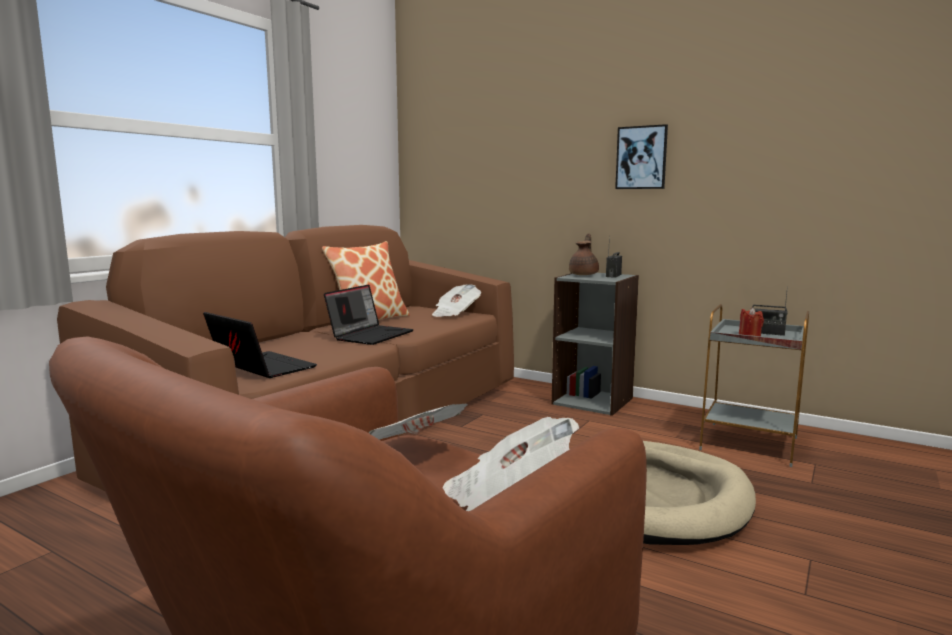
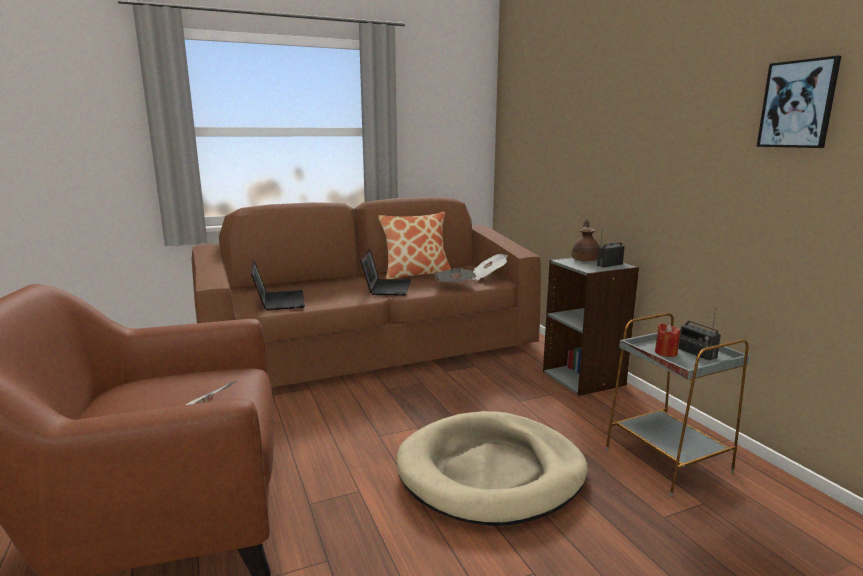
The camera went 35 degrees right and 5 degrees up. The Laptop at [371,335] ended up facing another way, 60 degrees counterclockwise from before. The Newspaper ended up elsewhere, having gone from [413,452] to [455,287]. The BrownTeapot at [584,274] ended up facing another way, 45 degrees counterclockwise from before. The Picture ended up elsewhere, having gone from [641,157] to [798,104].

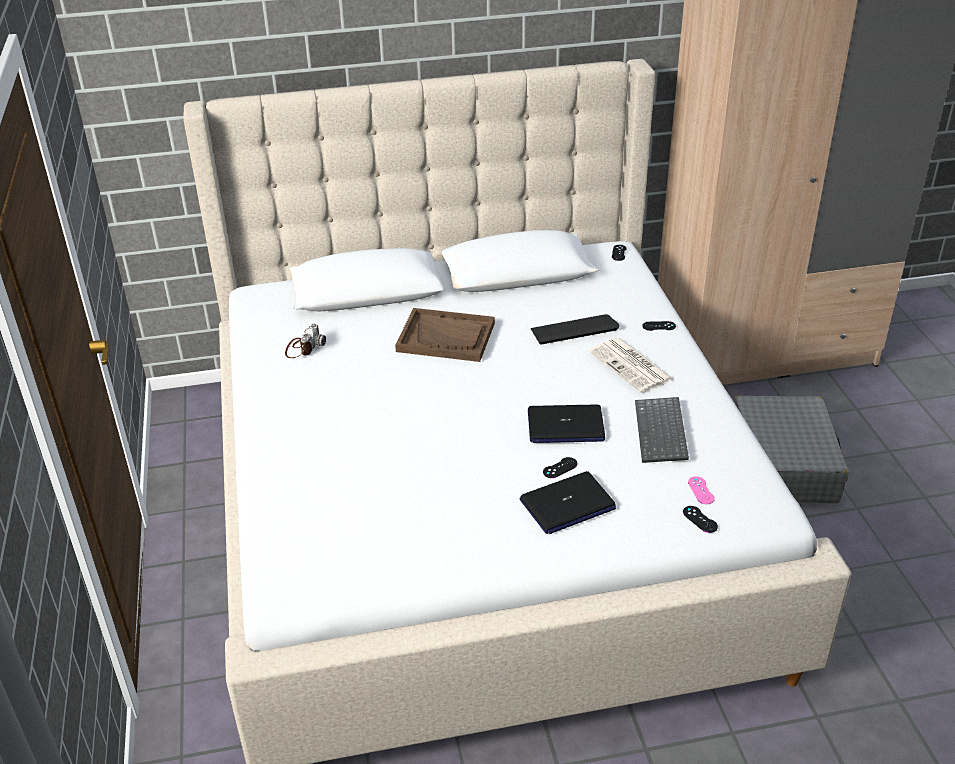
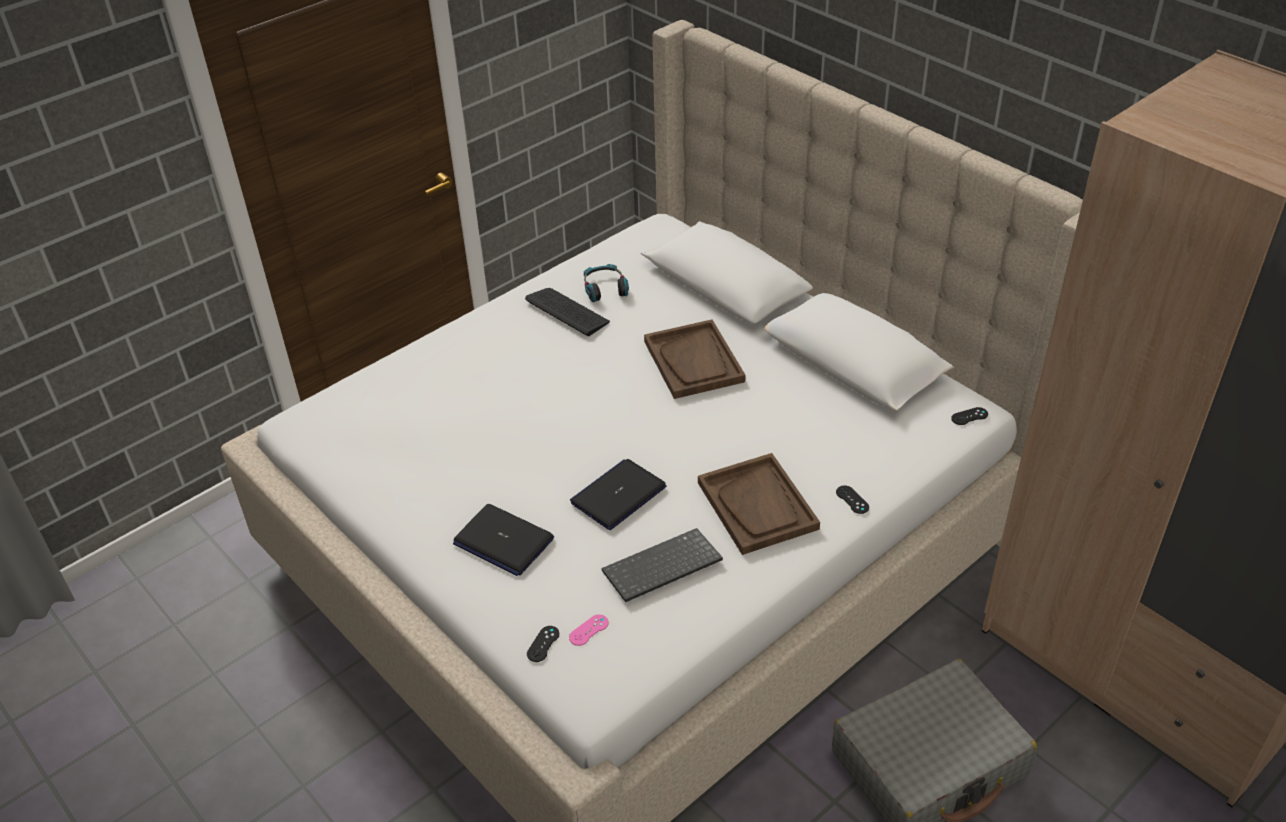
The camera went 60 degrees right and 5 degrees up. The Keyboard ended up elsewhere, having gone from [574,330] to [567,312]. The Laptop at [565,426] ended up facing another way, 75 degrees clockwise from before. Where the PhotoCamera stood at [303,347], the Headphones came to stand at [605,288]. Where the Newspaper stood at [632,366], the BrownTray came to stand at [757,506]. The second view lost the BlackGameController at [560,468].

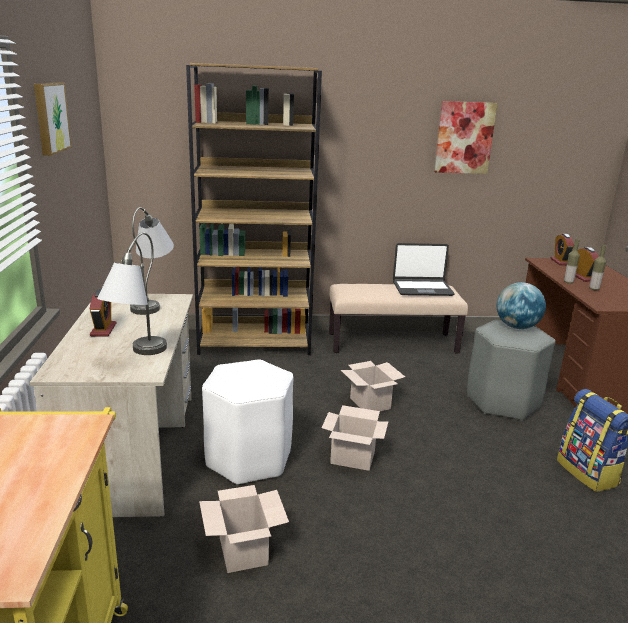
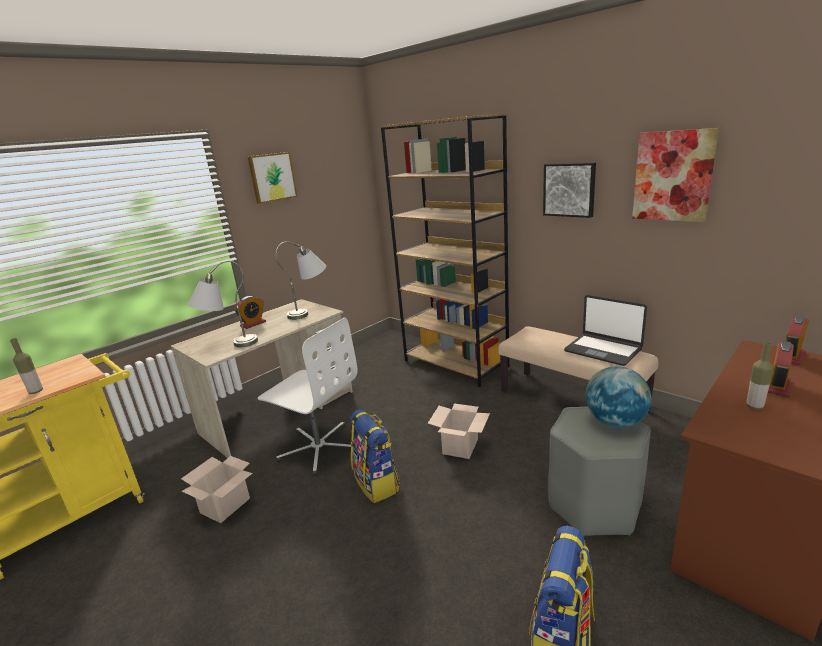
The camera went 50 degrees right and 0 degrees up. The Bottle ended up elsewhere, having gone from [568,282] to [36,391]. Where the WhiteStool stood at [249,459], the WhiteOfficeChair came to stand at [319,448]. Where the CardboardBox stood at [354,457], the Backpack came to stand at [377,483]. The second view gained the Picture at [569,189].

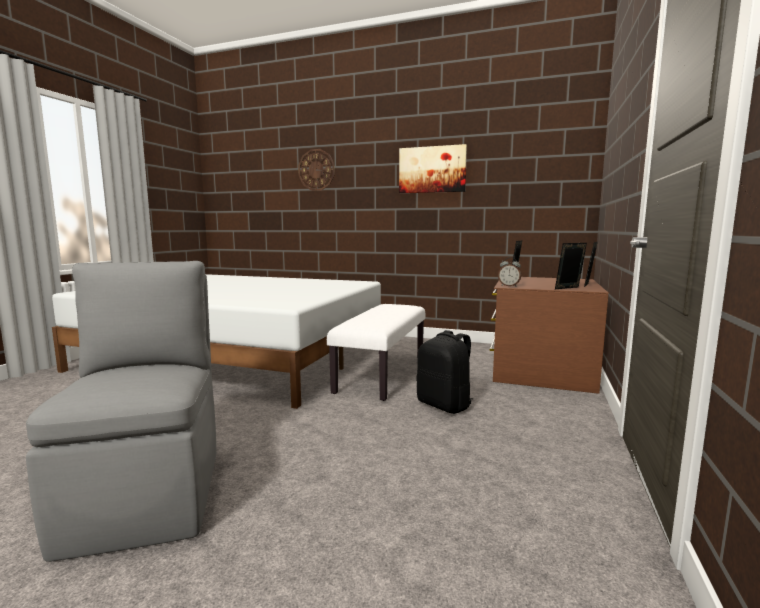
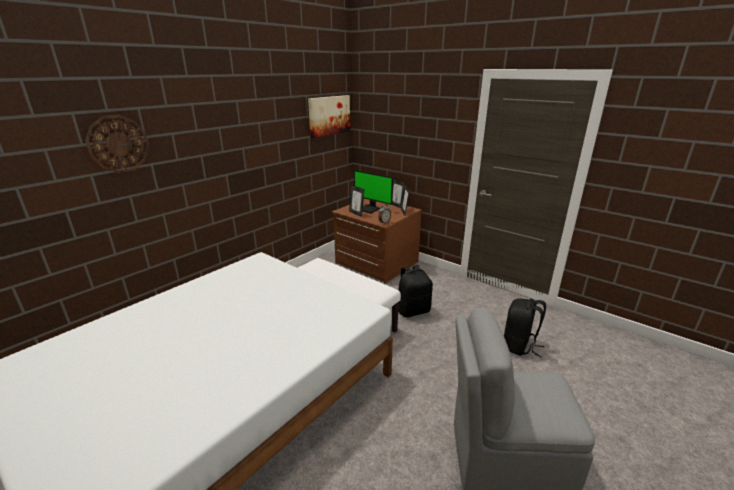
The camera went 70 degrees left and 15 degrees up. The Picture ended up elsewhere, having gone from [432,169] to [329,115]. The second view gained the Monitor at [369,209]. The second view gained the BlackBackpack at [519,345].

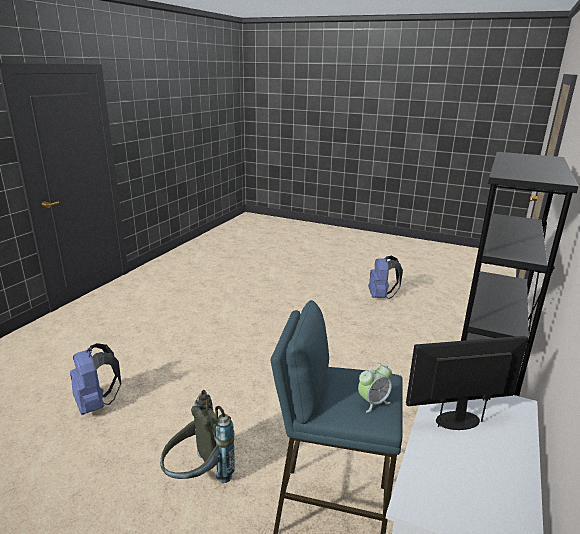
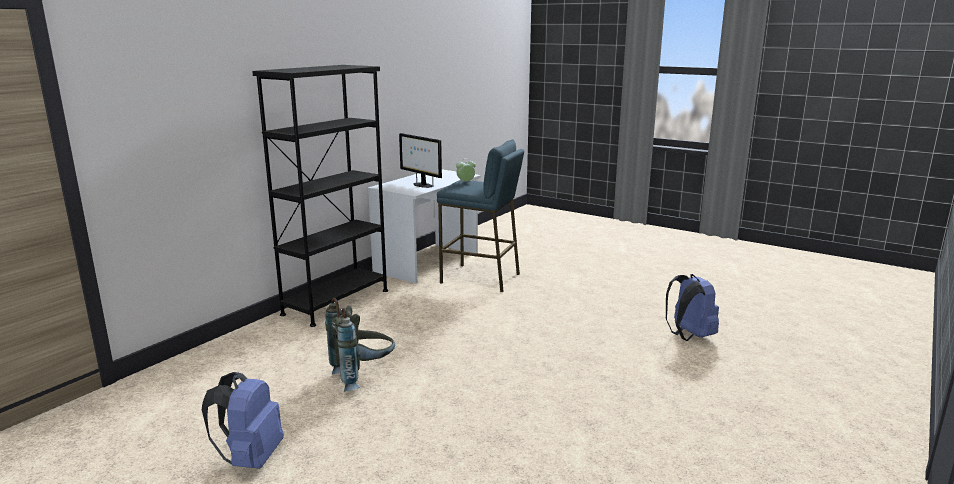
The camera went 170 degrees left and 5 degrees down. The GreyBackpack ended up elsewhere, having gone from [198,477] to [363,377]. The Monitor at [458,420] ended up facing another way, 45 degrees clockwise from before.

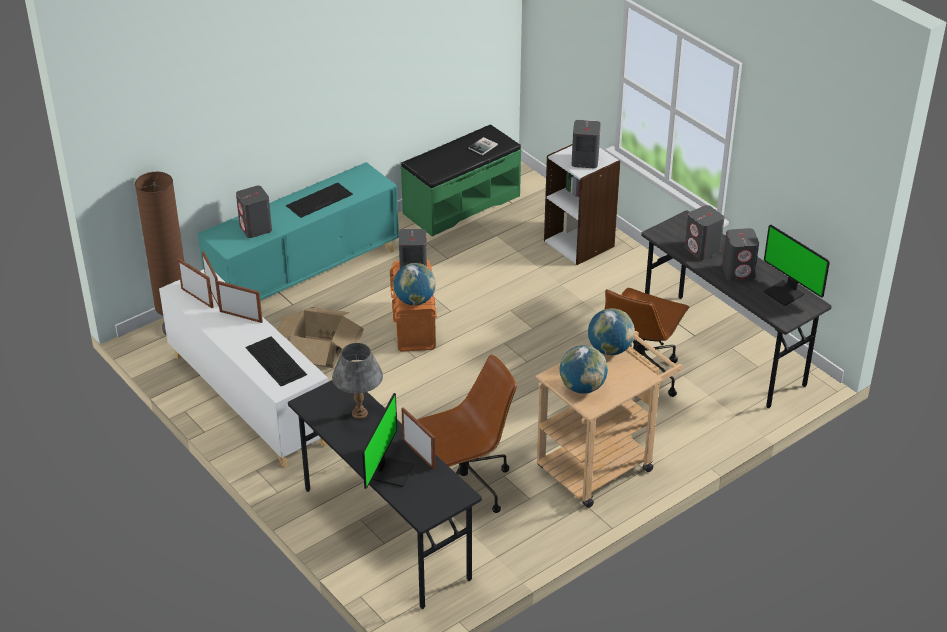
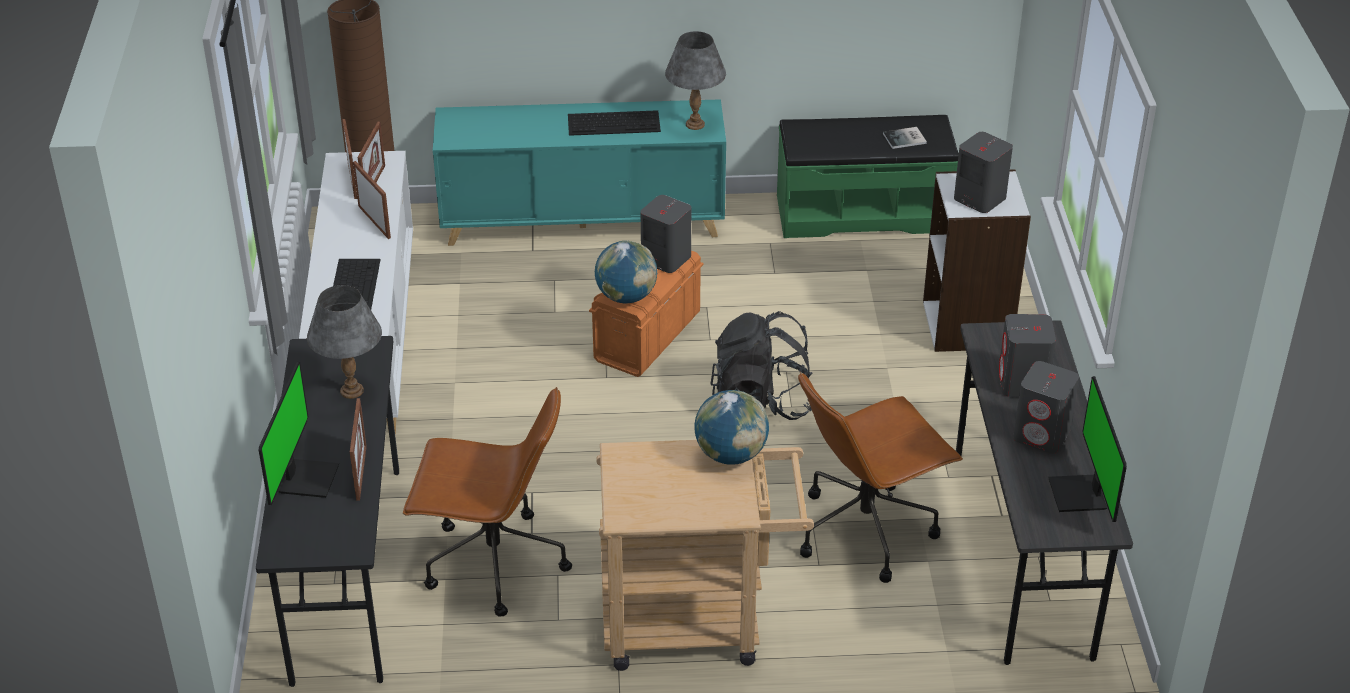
The camera went 35 degrees right and 0 degrees up. The Monitor at [391,472] ended up facing another way, 45 degrees counterclockwise from before. The second view gained the GreyTableLamp at [695,124]. The second view gained the BlackBackpack at [762,401]. The second view lost the GreySpeaker at [256,229]. The second view lost the CardboardBox at [319,351]. The second view lost the Globe at [582,387].

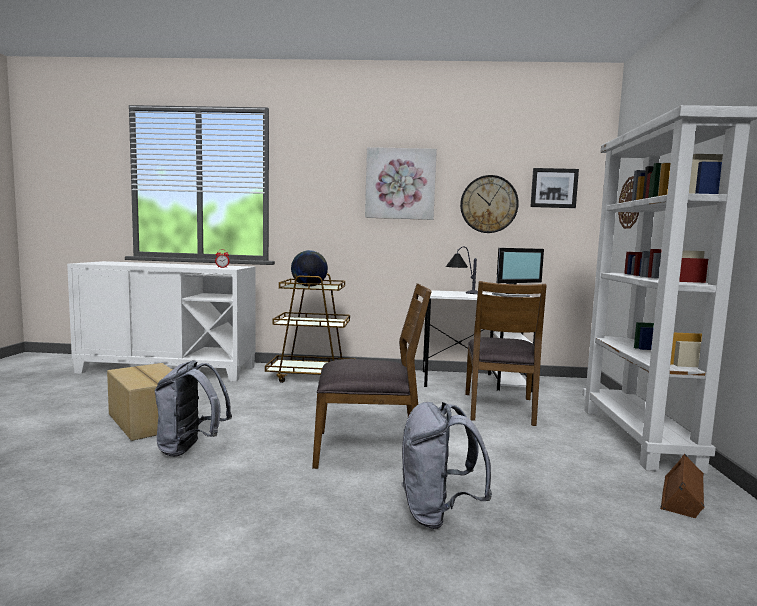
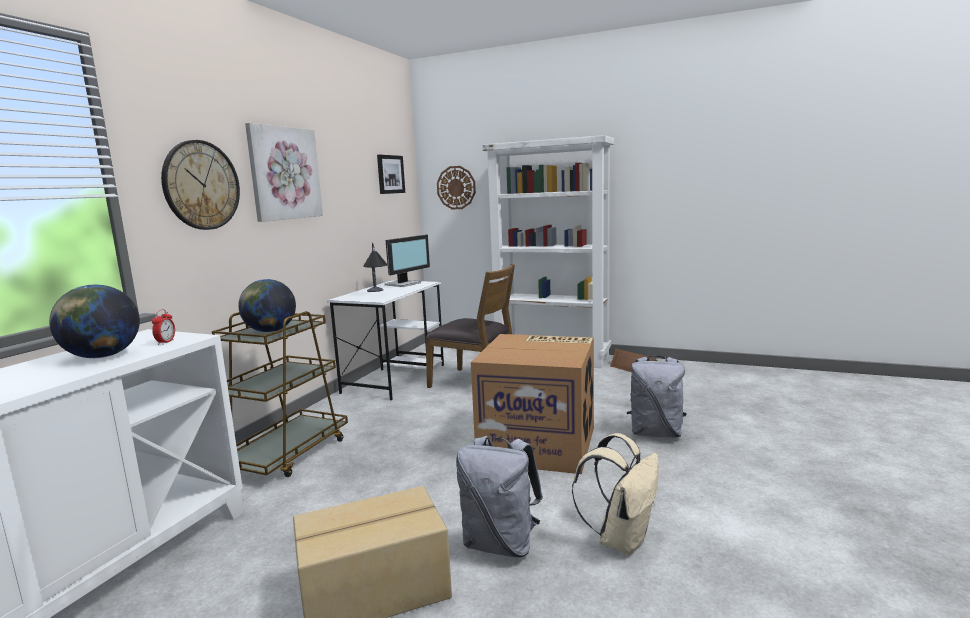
The camera went 70 degrees left and 5 degrees up. The second view gained the Globe at [102,356]. The WallClock ended up elsewhere, having gone from [489,204] to [201,185]. The Monitor at [512,295] ended up facing another way, 45 degrees clockwise from before. Where the BrownChair stood at [368,449], the CardboardBox came to stand at [540,443]. The second view gained the BeigeBackpack at [621,539].

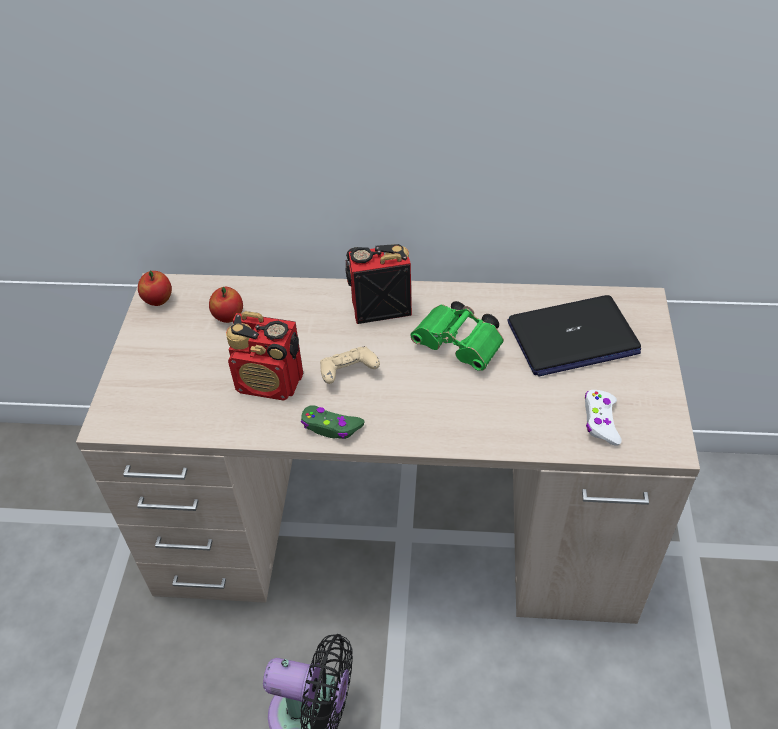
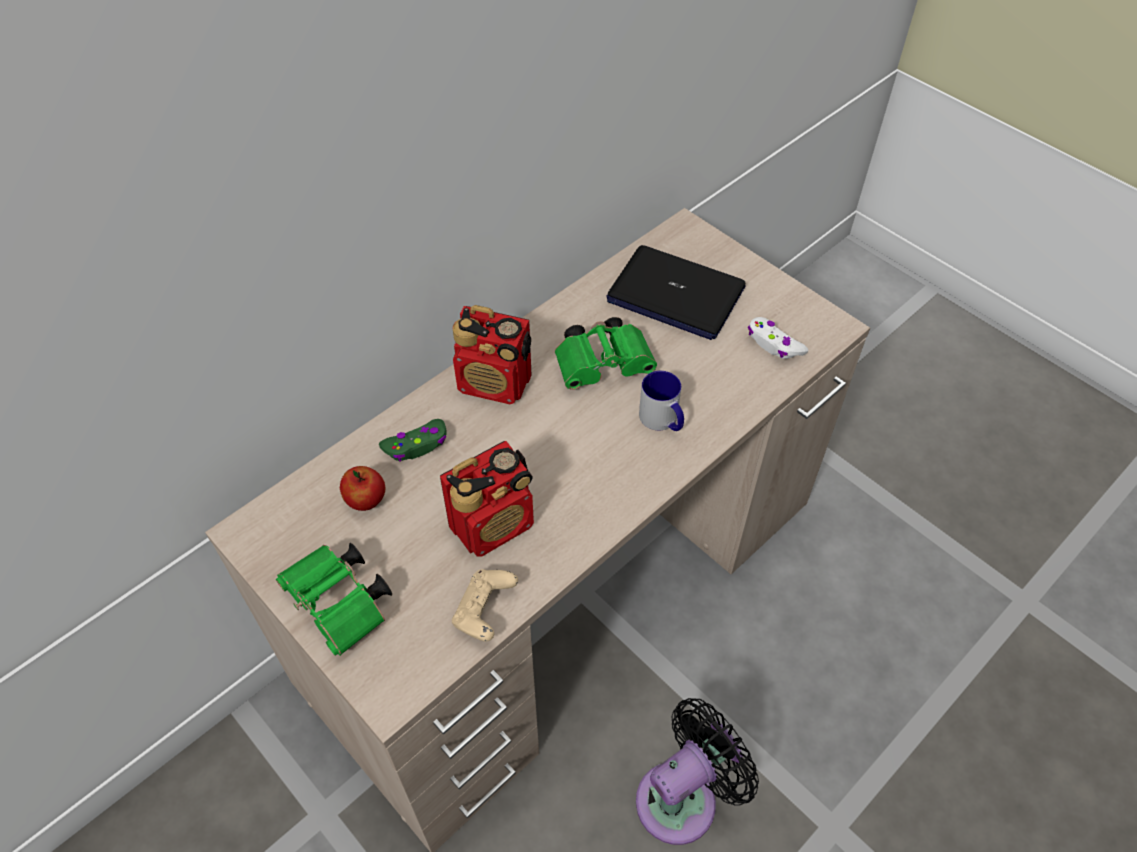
The camera went 50 degrees left and 5 degrees up. The second view gained the GreenBinoculars at [341,606]. The GreenGameController ended up elsewhere, having gone from [331,427] to [416,445]. The BeigeGameController ended up elsewhere, having gone from [348,373] to [484,611]. The Radio at [379,308] ended up facing another way, 105 degrees counterclockwise from before. The Laptop at [572,338] ended up facing another way, 90 degrees clockwise from before. The second view gained the Mug at [662,420]. The second view lost the Apple at [158,300].

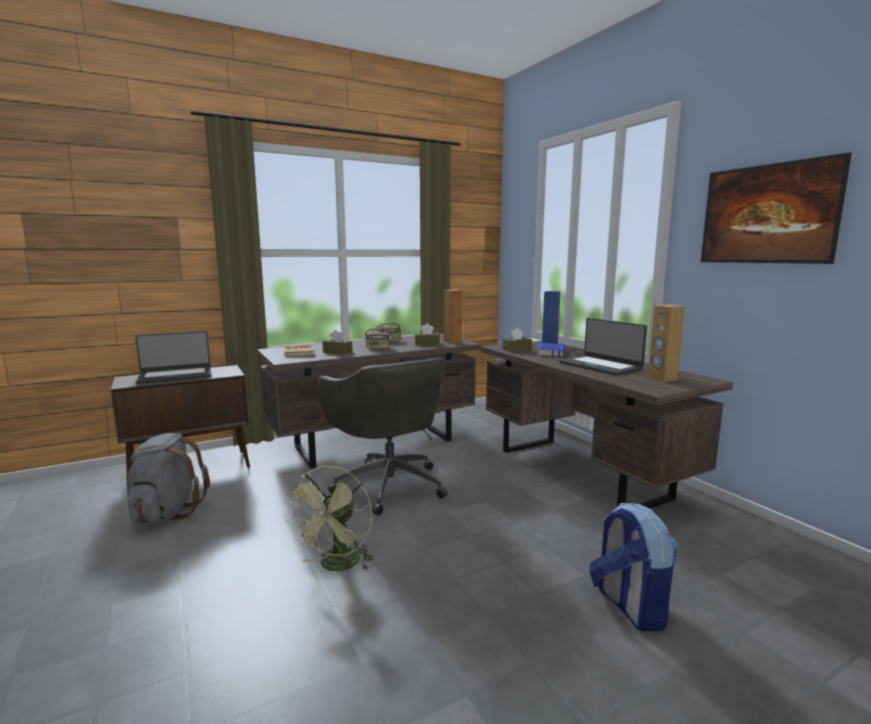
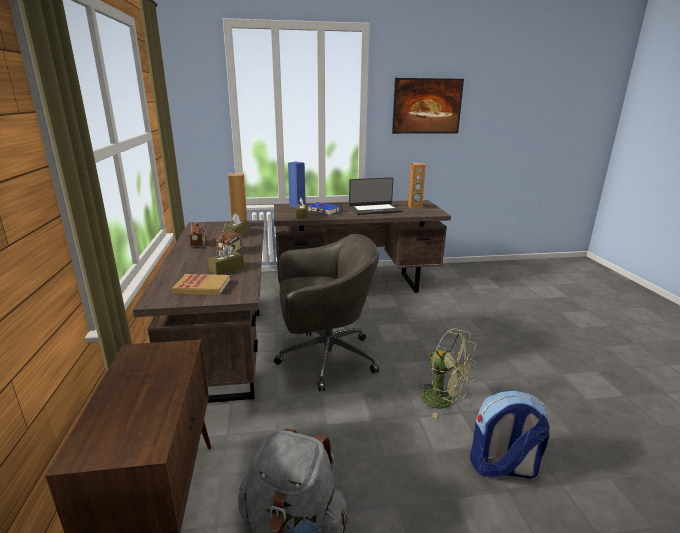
The camera went 70 degrees left and 10 degrees up. The Backpack ended up elsewhere, having gone from [629,606] to [502,468]. The second view lost the Laptop at [175,376].

